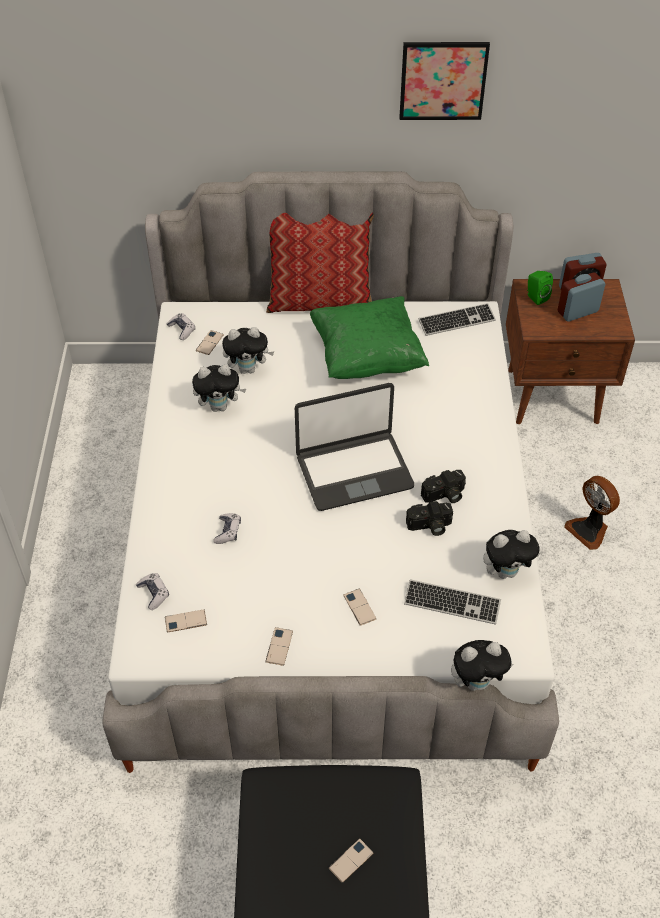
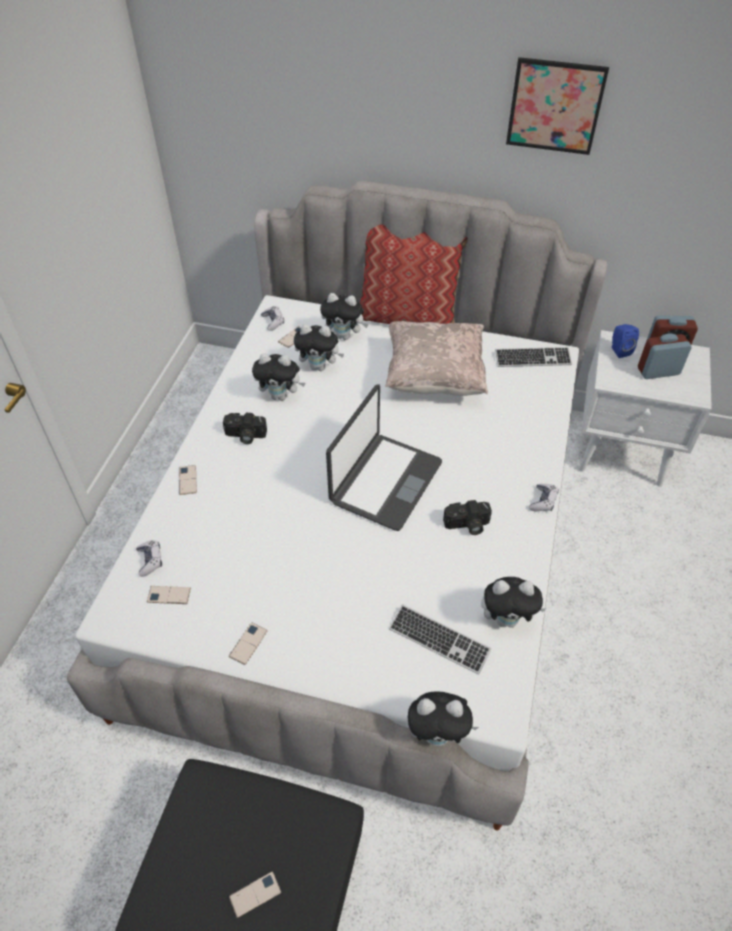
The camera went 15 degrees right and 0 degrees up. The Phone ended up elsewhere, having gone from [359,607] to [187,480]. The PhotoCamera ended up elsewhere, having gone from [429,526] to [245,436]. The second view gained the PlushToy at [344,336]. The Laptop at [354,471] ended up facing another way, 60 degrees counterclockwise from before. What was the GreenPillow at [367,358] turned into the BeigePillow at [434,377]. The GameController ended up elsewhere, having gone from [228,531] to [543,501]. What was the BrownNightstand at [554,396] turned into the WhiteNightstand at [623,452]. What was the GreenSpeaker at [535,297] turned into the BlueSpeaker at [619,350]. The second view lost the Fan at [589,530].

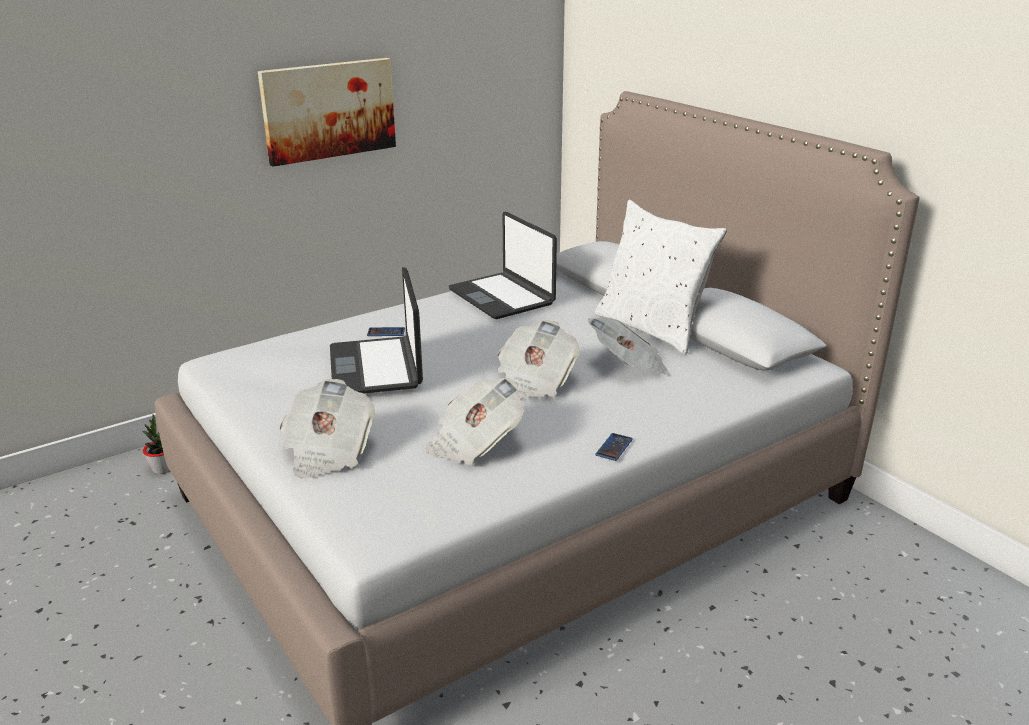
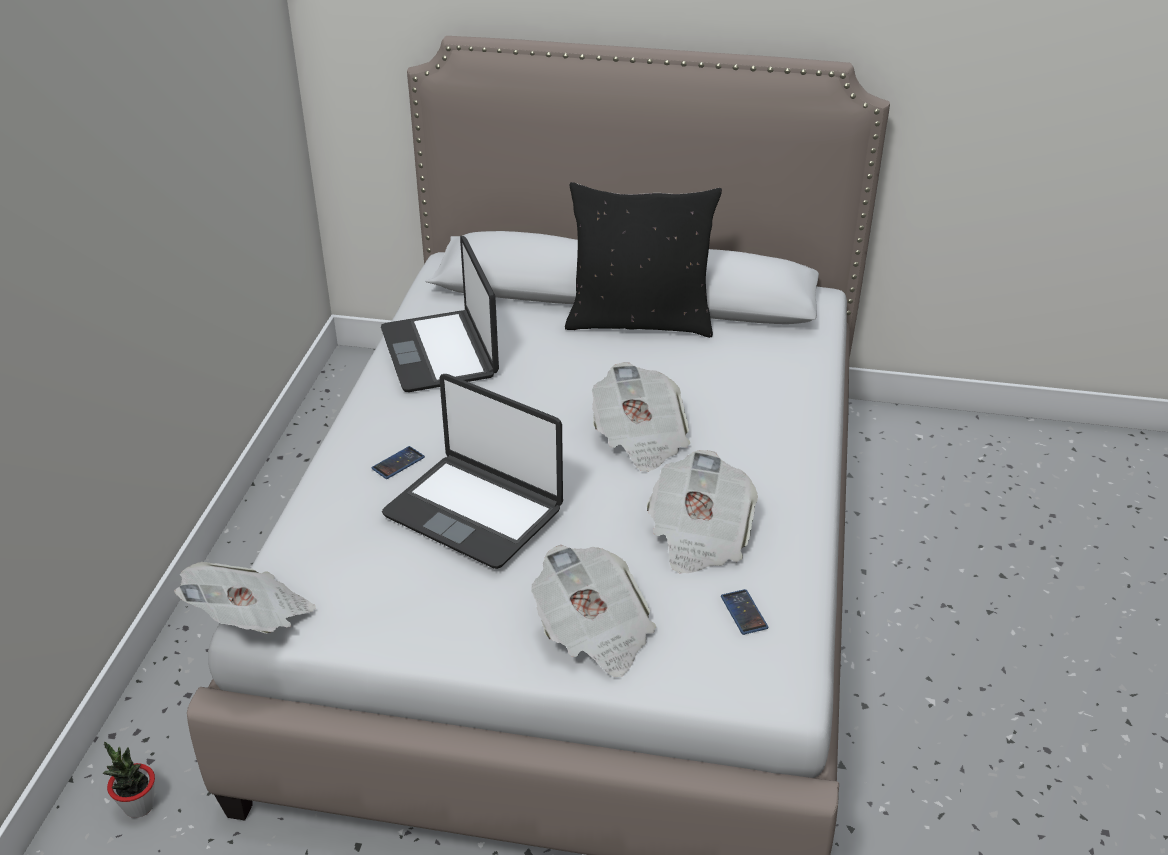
The camera went 45 degrees left and 10 degrees up. The Newspaper ended up elsewhere, having gone from [629,366] to [252,620]. The Laptop at [502,297] ended up facing another way, 60 degrees clockwise from before. What was the WhitePillow at [652,328] turned into the BlackPillow at [639,320]. The Phone ended up elsewhere, having gone from [614,447] to [744,612]. The second view lost the Picture at [328,110].

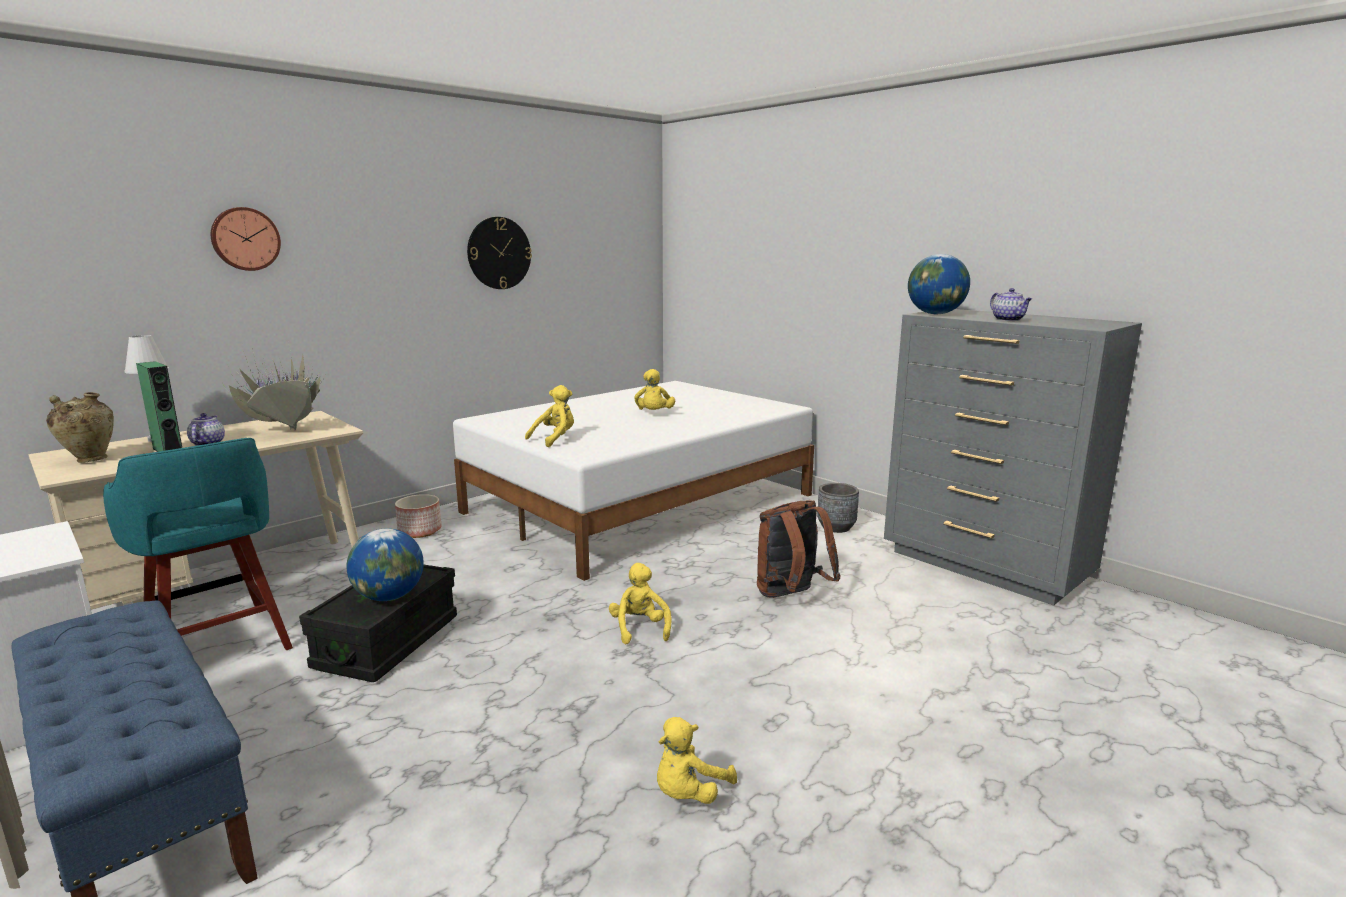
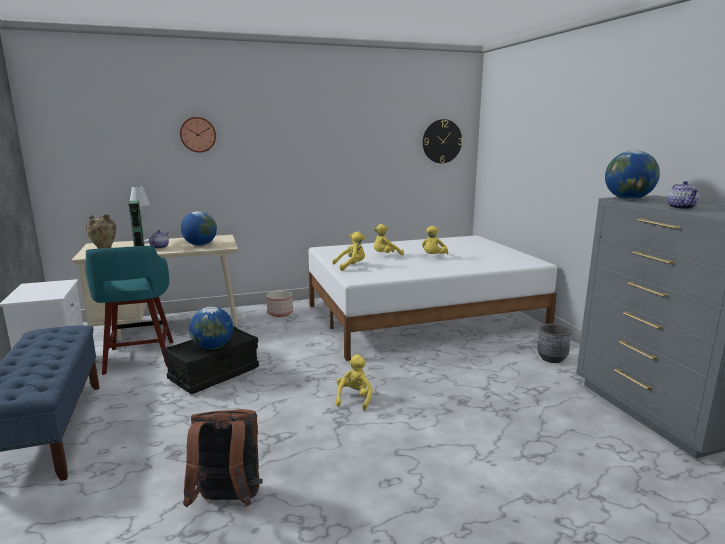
The camera went 25 degrees right and 0 degrees up. Where the PottedPlant stood at [285,432], the Globe came to stand at [200,245]. The BrownBackpack ended up elsewhere, having gone from [791,596] to [227,501]. The YellowPlushToy ended up elsewhere, having gone from [689,793] to [386,255]. The WallClock ended up elsewhere, having gone from [499,253] to [442,141].

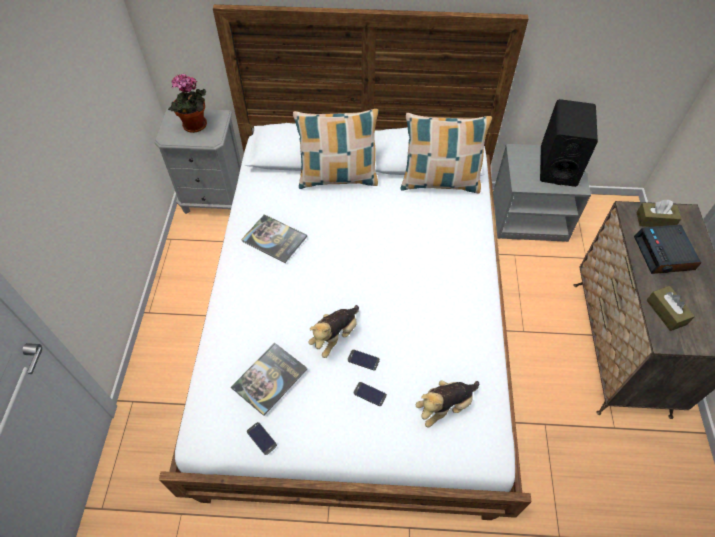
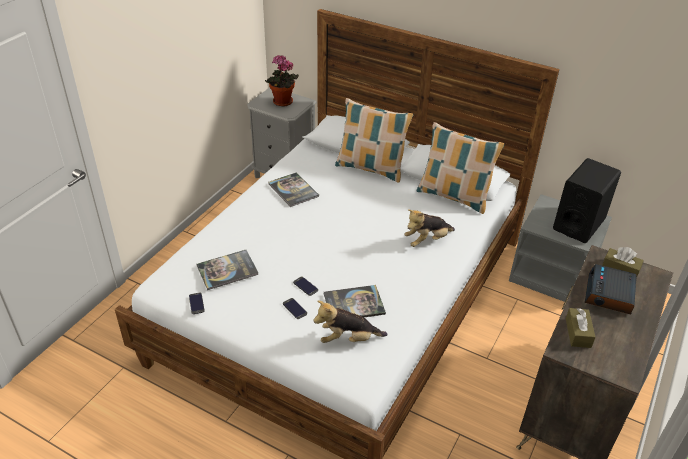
The camera went 25 degrees right and 15 degrees down. The second view gained the Book at [354,304]. The PlushToy ended up elsewhere, having gone from [335,336] to [427,240].

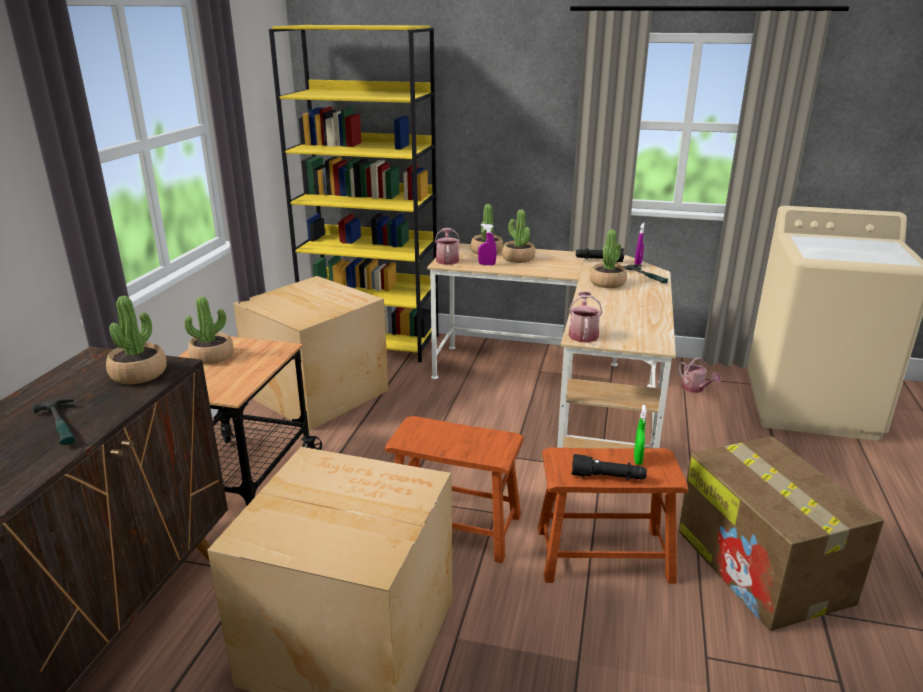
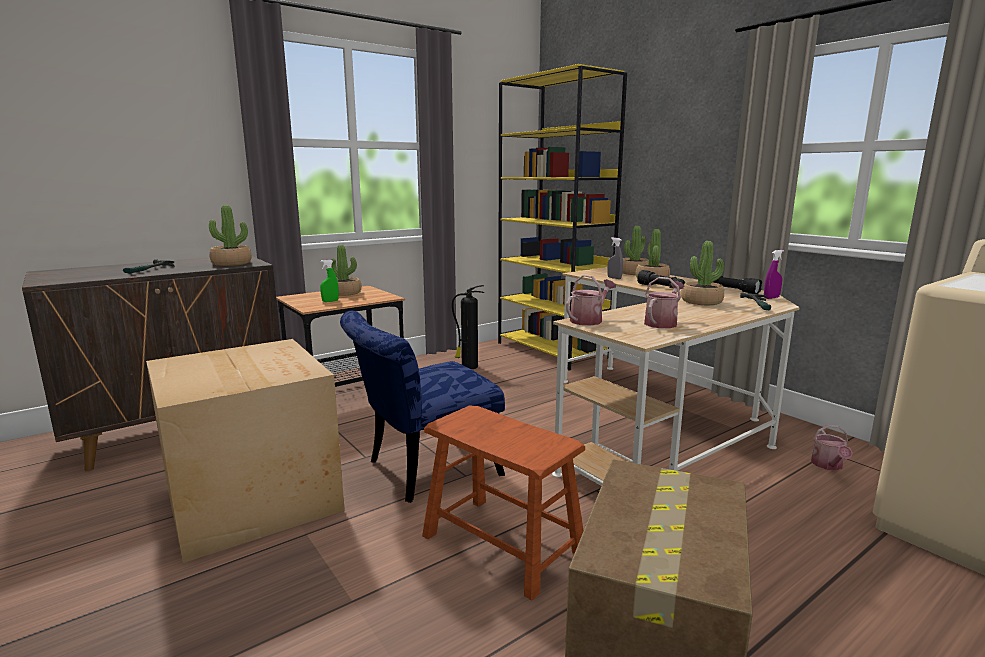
The camera went 40 degrees right and 10 degrees down. The GreenSprayBottle ended up elsewhere, having gone from [637,459] to [330,301]. Where the BrownStool stood at [454,526], the BlueChair came to stand at [423,470]. Where the CardboardBox stood at [318,392], the FireExtinguisher came to stand at [468,367]. What was the PurpleSprayBottle at [487,264] turned into the GreySprayBottle at [614,278]. The BlackFlashlight ended up elsewhere, having gone from [608,477] to [661,287]. The WateringCan ended up elsewhere, having gone from [447,259] to [662,323].

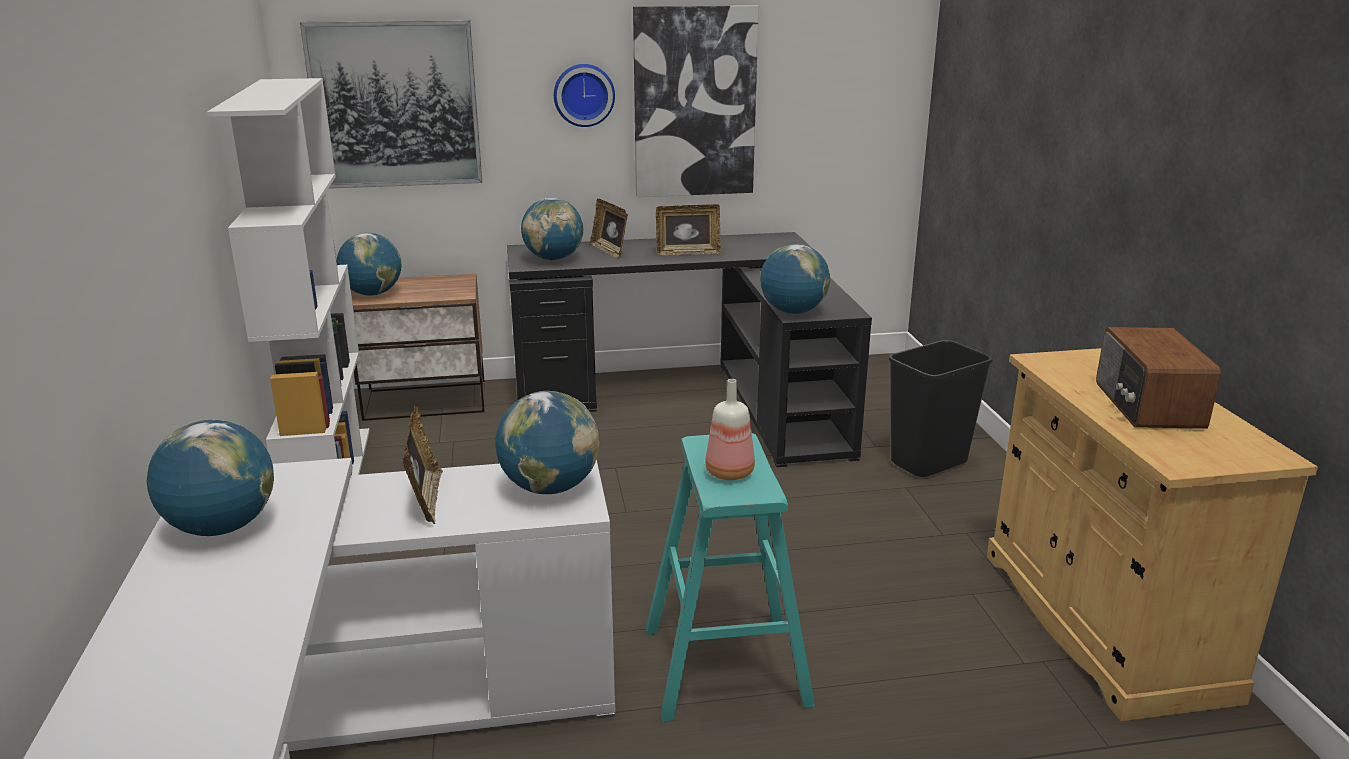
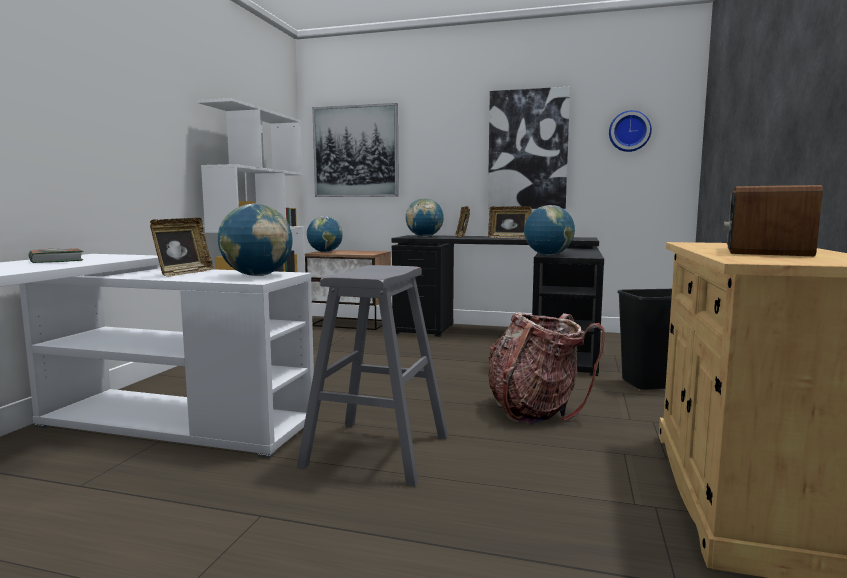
The camera went 25 degrees right and 15 degrees down. Where the Globe stood at [222,528], the Book came to stand at [56,260]. What was the TurquoiseStool at [726,666] turned into the GreyStool at [377,451]. The second view gained the Backpack at [535,410]. The WallClock ended up elsewhere, having gone from [583,95] to [629,131]. The second view lost the Bottle at [730,473].

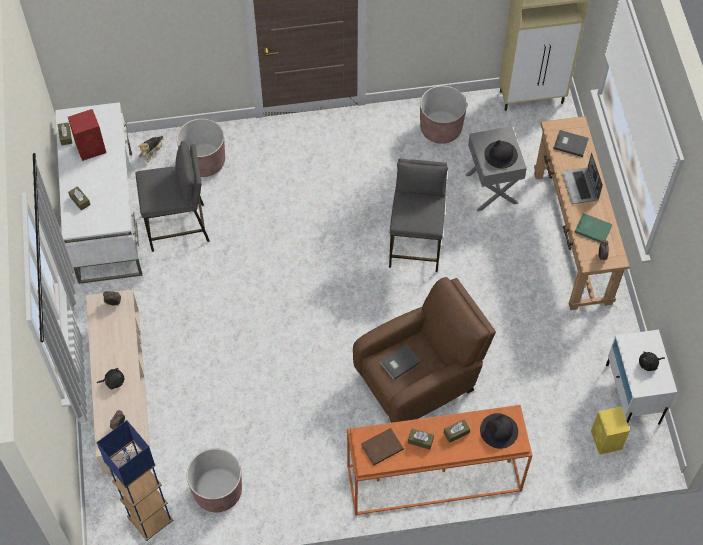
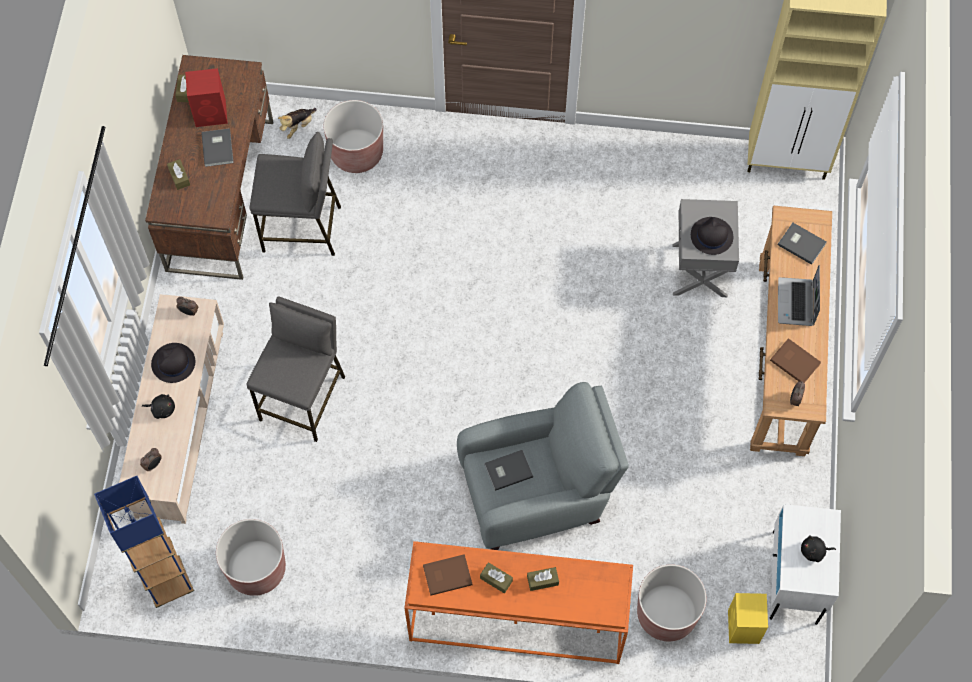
The camera went 15 degrees right and 5 degrees up. What was the WhiteDesk at [106,216] turned into the BrownDesk at [220,194]. The BlackHat ended up elsewhere, having gone from [498,431] to [173,363]. The second view gained the GreyBook at [218,147]. The GreyStool ended up elsewhere, having gone from [416,244] to [304,398]. What was the BrownArmchair at [420,379] turned into the GreyArmchair at [537,492]. The BrownPlanter ended up elsewhere, having gone from [441,129] to [666,613]. What was the GreenBook at [593,228] turned into the BrownBook at [795,361].

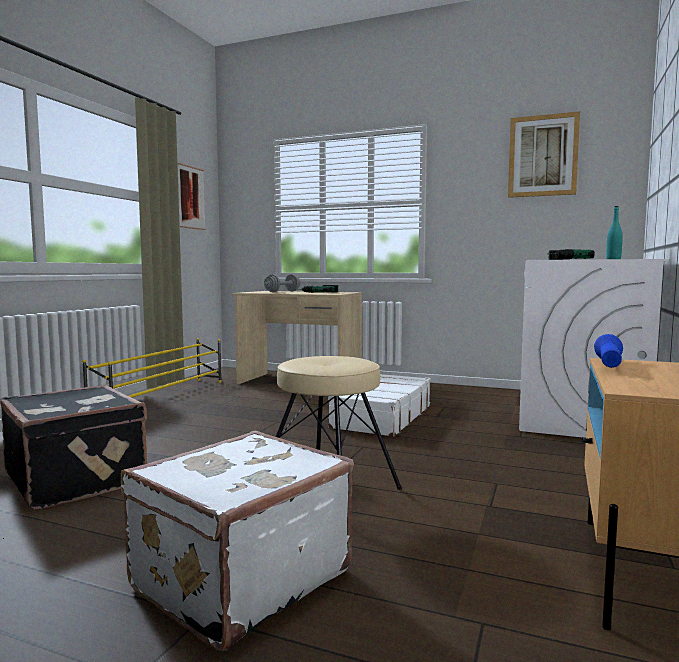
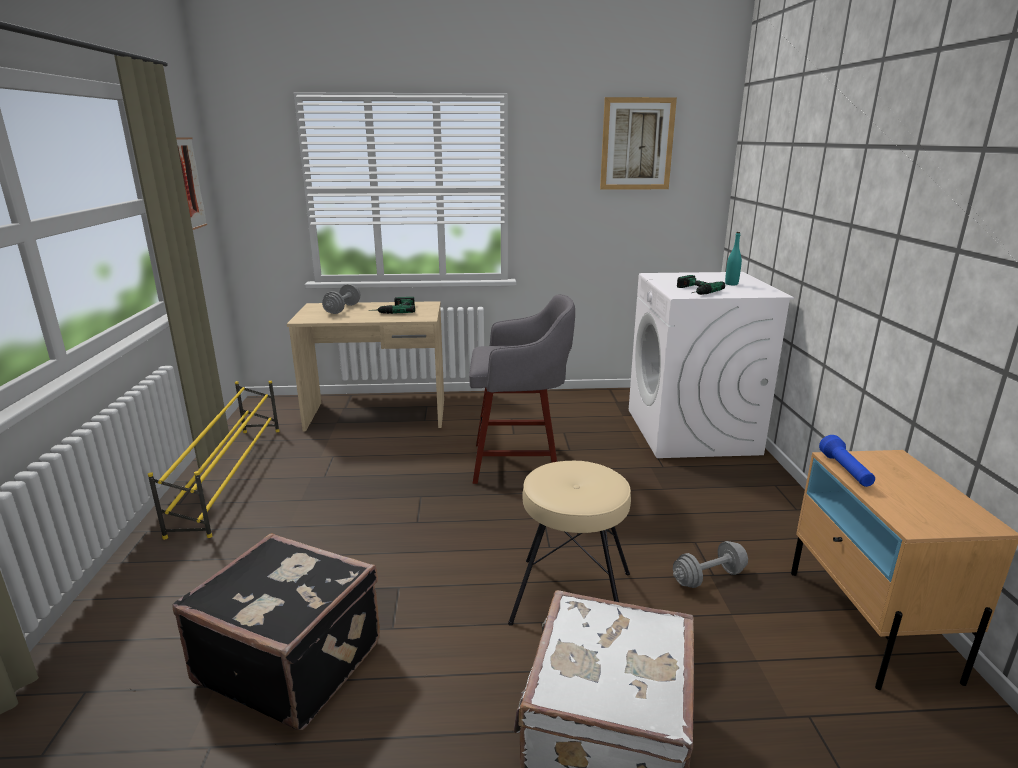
The camera went 25 degrees left and 15 degrees up. Where the WhiteSuitcase stood at [381,417], the GreyStool came to stand at [519,463]. The second view gained the GreyDumbbell at [708,577].

